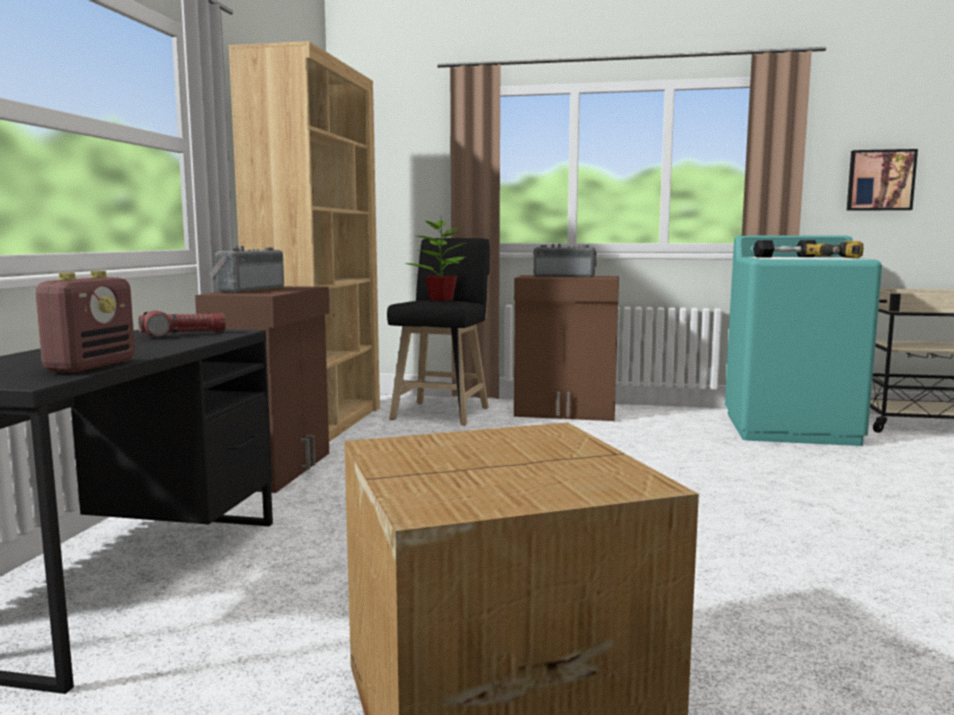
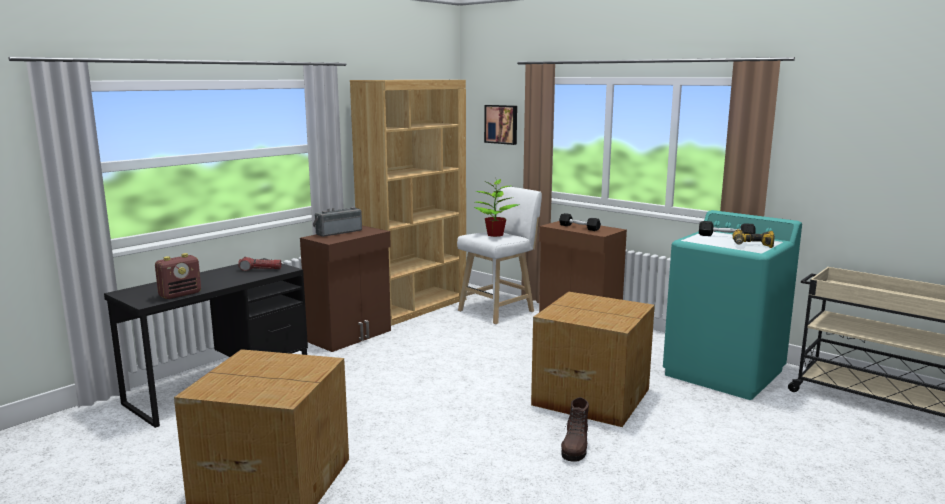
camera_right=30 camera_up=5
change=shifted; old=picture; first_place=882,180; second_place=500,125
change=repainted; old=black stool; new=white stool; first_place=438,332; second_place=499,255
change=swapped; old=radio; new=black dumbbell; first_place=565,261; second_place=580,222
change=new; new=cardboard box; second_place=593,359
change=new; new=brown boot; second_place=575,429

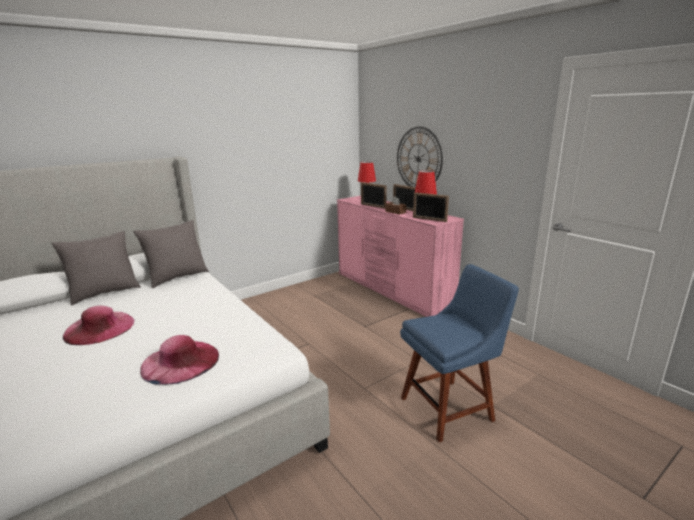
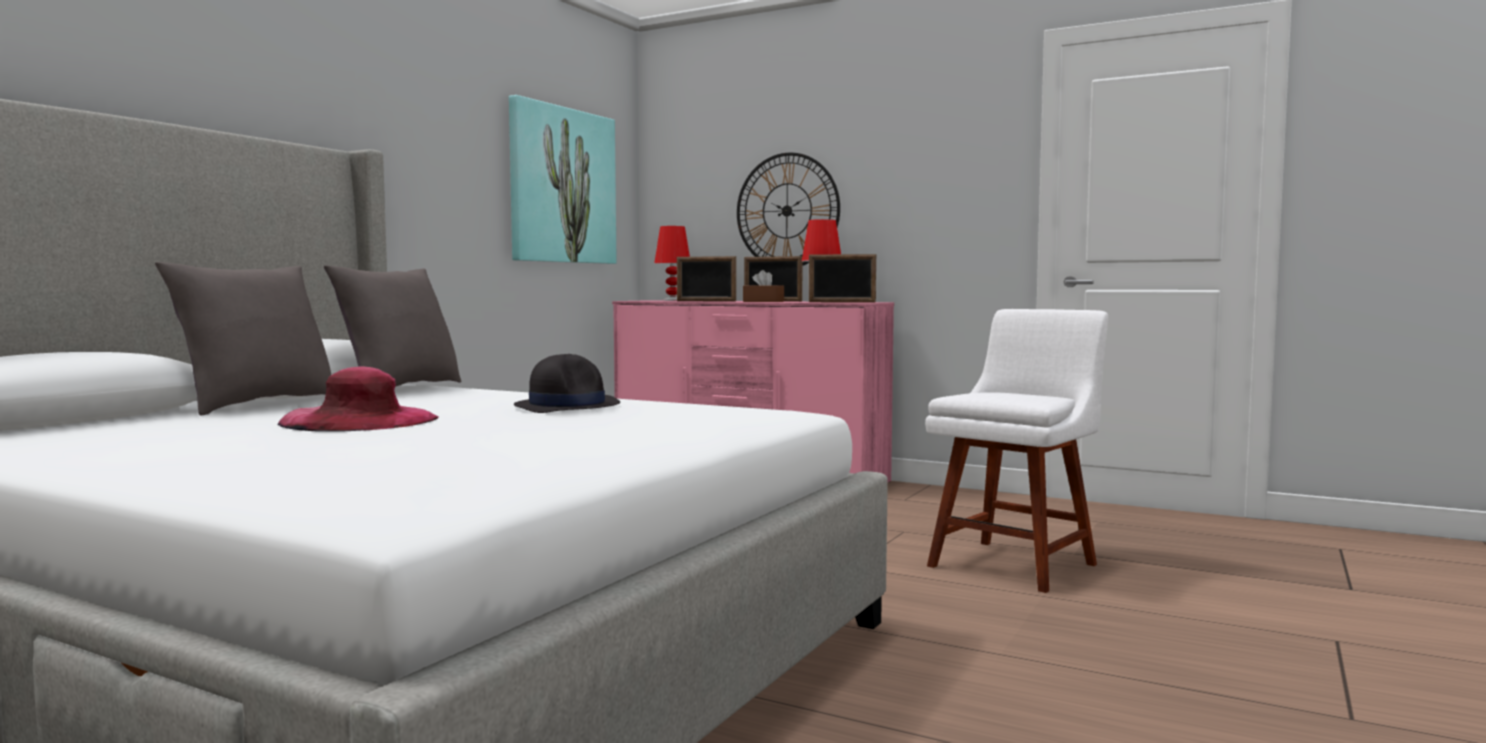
camera_right=-25 camera_up=-15
change=repainted; old=blue chair; new=white chair; first_place=459,353; second_place=1016,451
change=gone; old=pink hat; first_place=179,360
change=new; new=picture; second_place=563,179
change=new; new=black hat; second_place=567,383

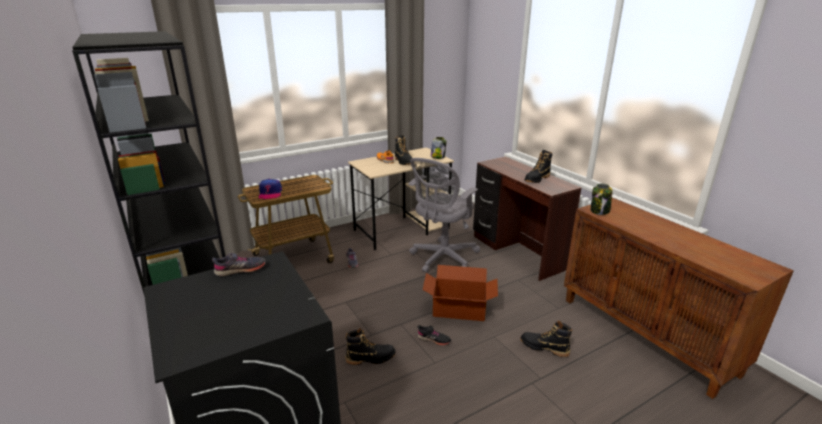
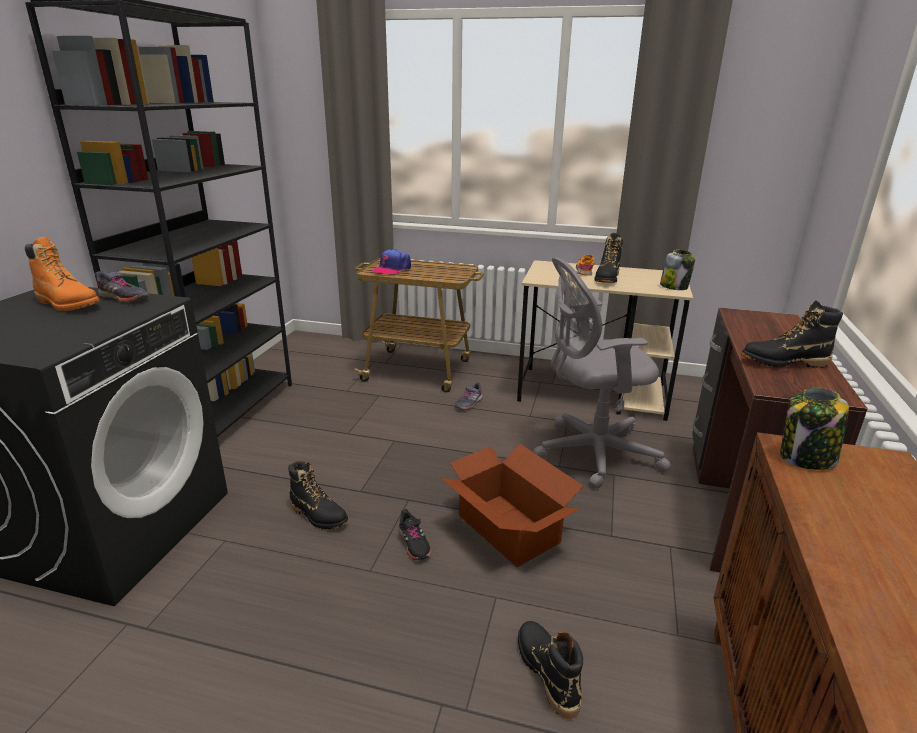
camera_right=45 camera_up=0
change=new; new=orange boot; second_place=62,274

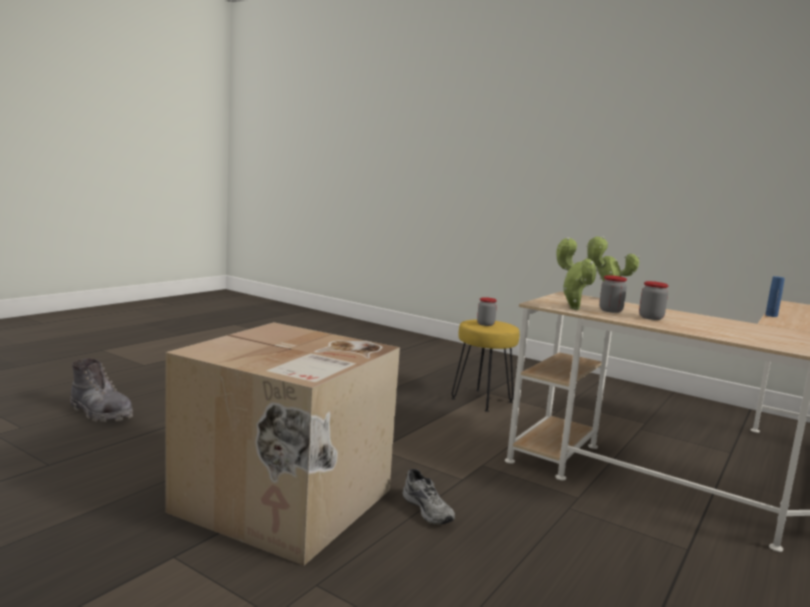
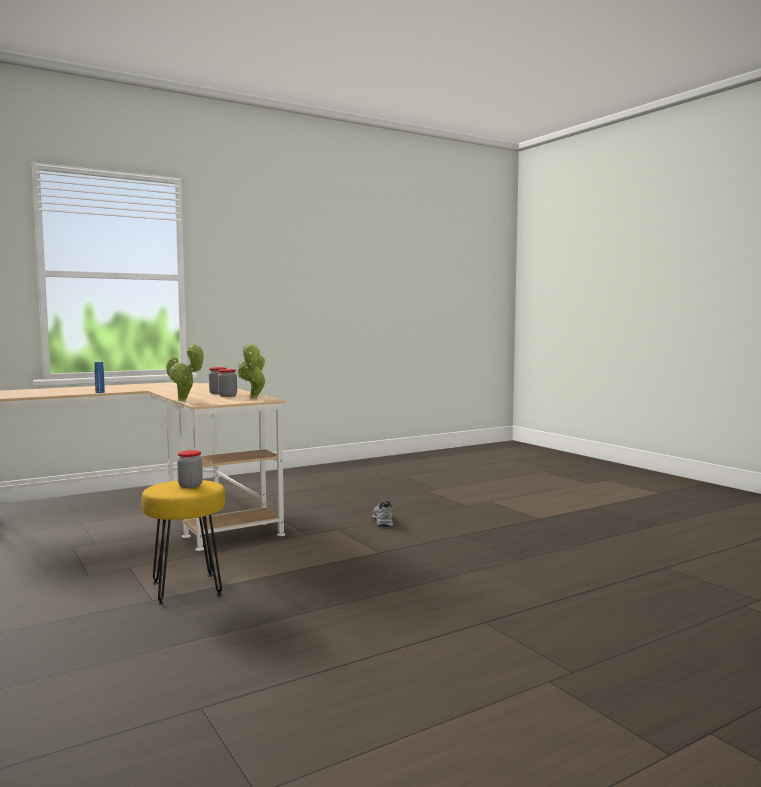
camera_right=-155 camera_up=-5
change=gone; old=cardboard box; first_place=282,444
change=gone; old=grey boot; first_place=101,390

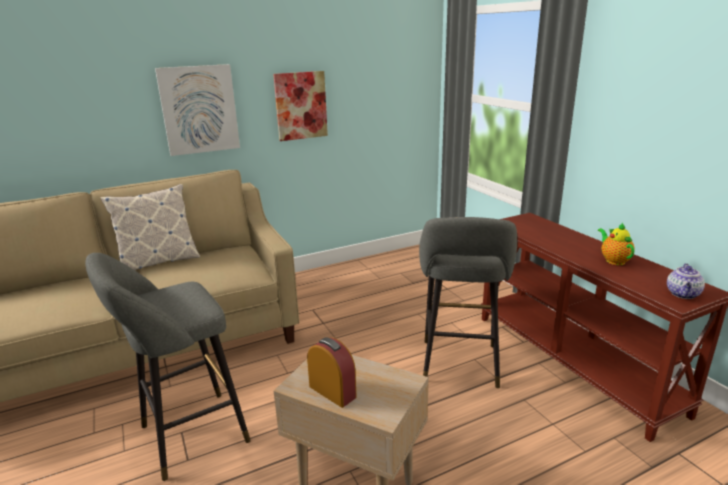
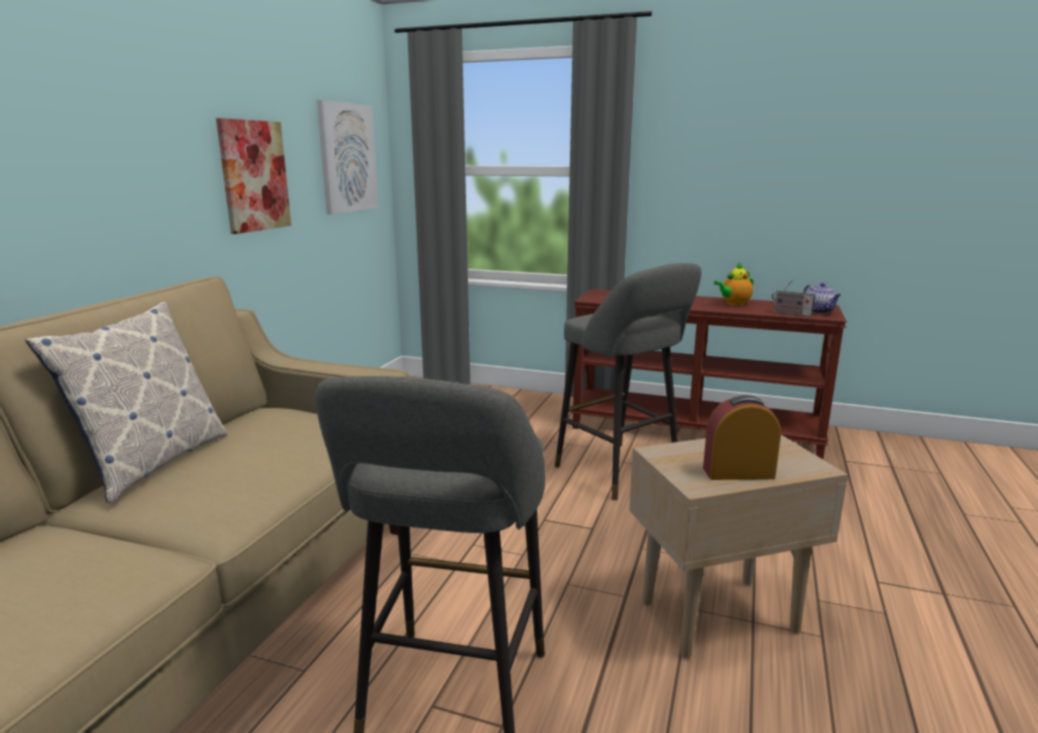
camera_right=-45 camera_up=-5
change=shifted; old=picture; first_place=197,110; second_place=347,157
change=rotated; old=teapot; first_place=616,244; second_place=734,284; degrees=-60
change=new; new=radio; second_place=793,299

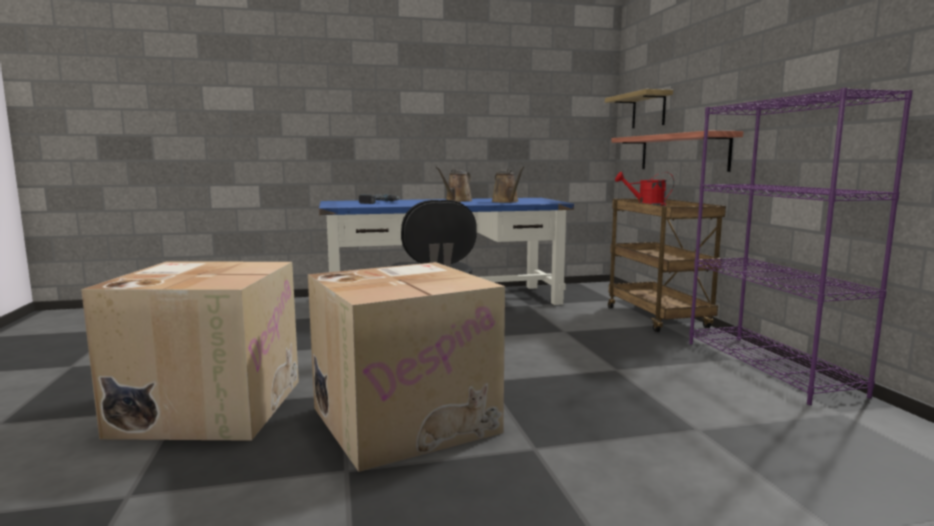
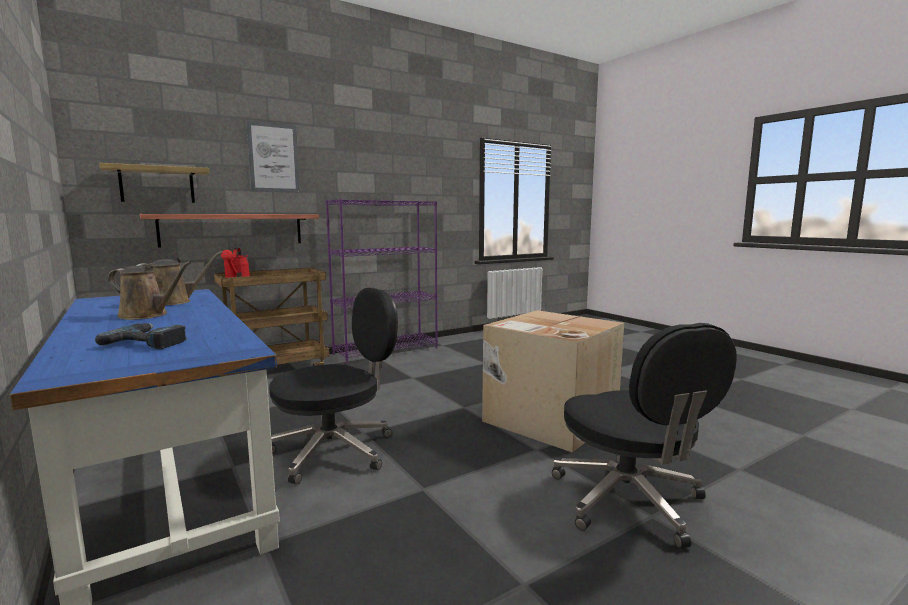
camera_right=-110 camera_up=0
change=swapped; old=cardboard box; new=black office chair; first_place=190,351; second_place=644,435
change=new; new=picture; second_place=273,157

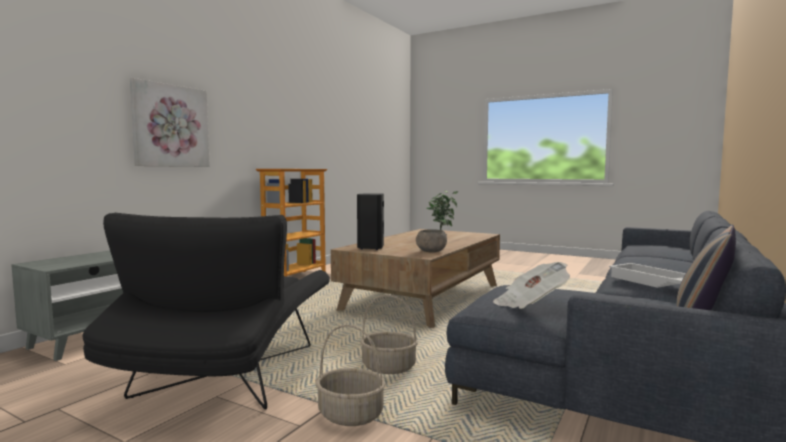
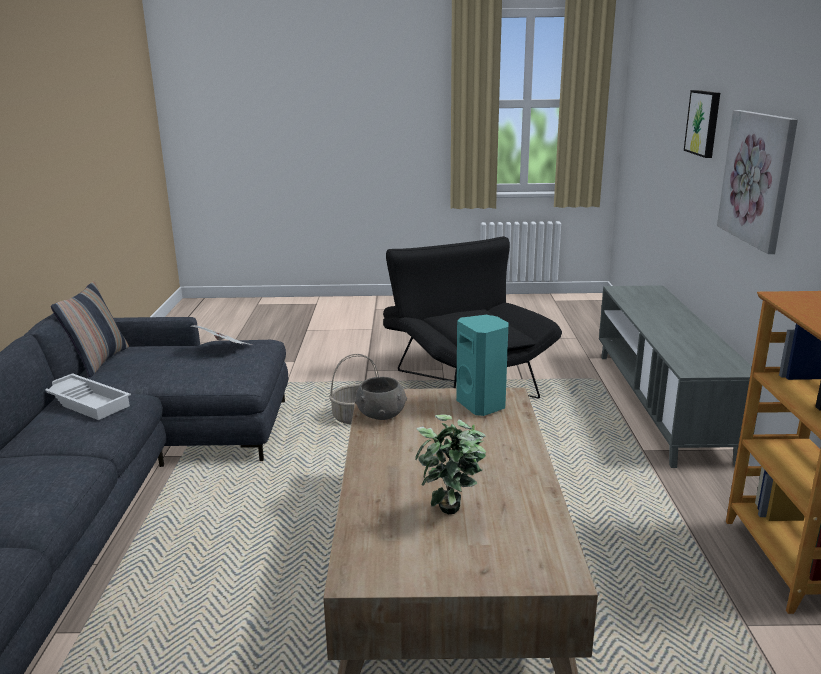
camera_right=150 camera_up=15
change=repainted; old=black speaker; new=turquoise speaker; first_place=370,222; second_place=482,365
change=gone; old=basket; first_place=350,375
change=new; new=picture; second_place=702,124

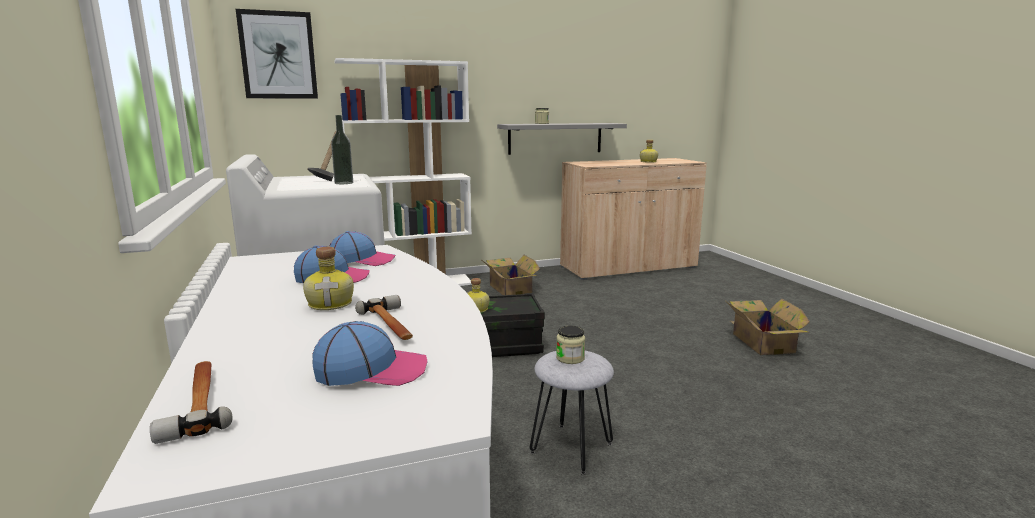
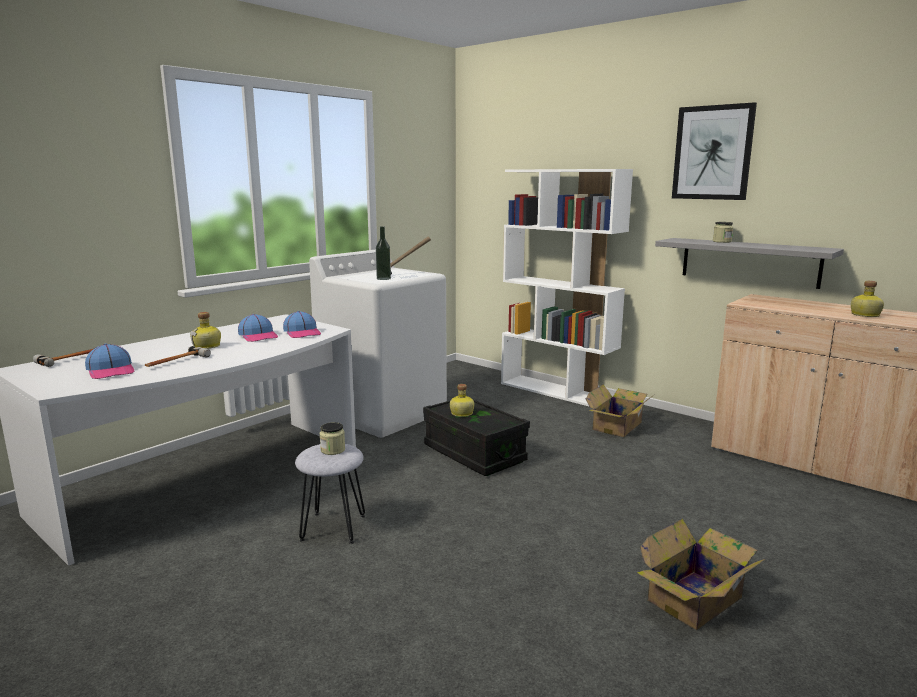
camera_right=60 camera_up=0
change=shifted; old=picture; first_place=277,54; second_place=714,151

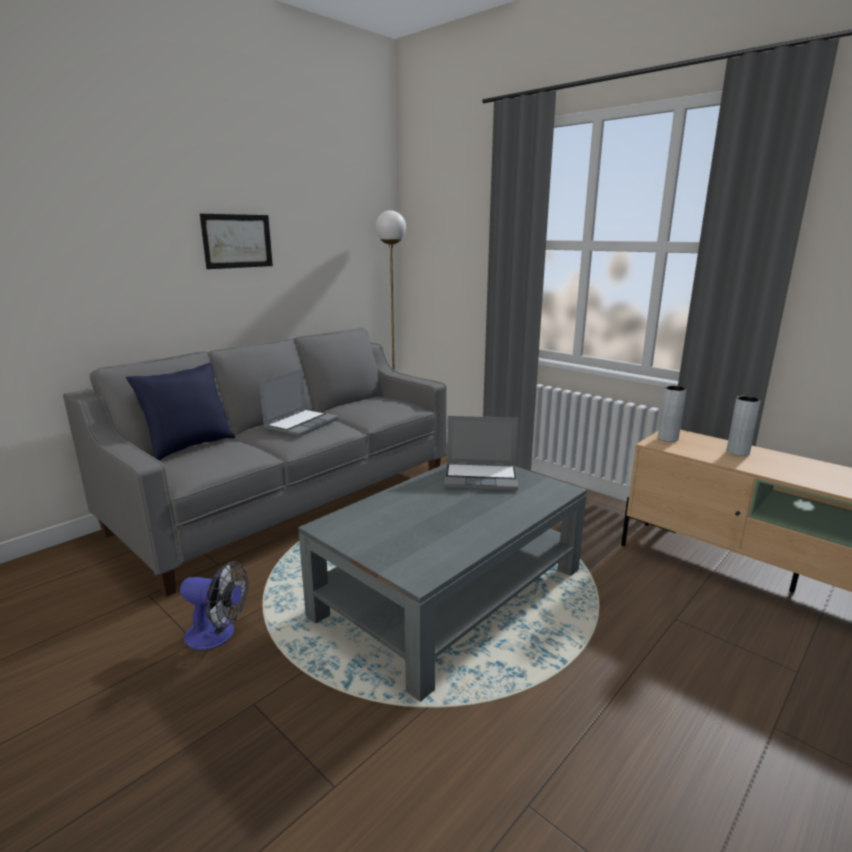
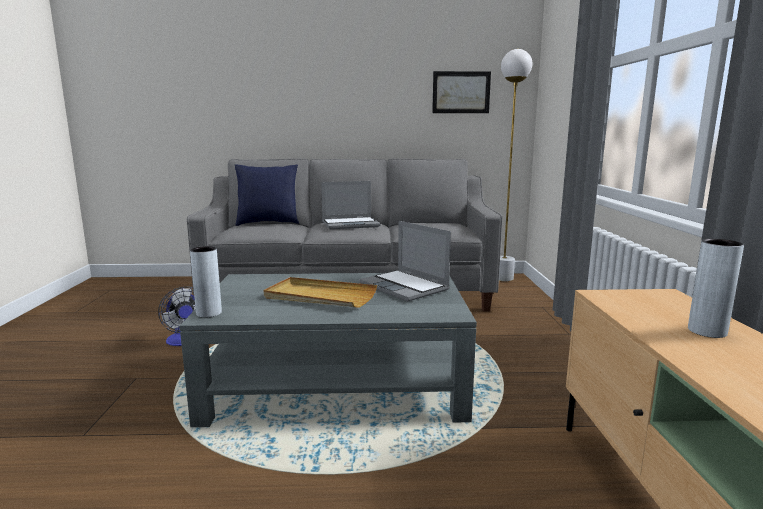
camera_right=45 camera_up=-5
change=shifted; old=picture; first_place=236,241; second_place=461,92
change=shifted; old=grey vase; first_place=672,413; second_place=206,282
change=new; new=beige tray; second_place=320,292

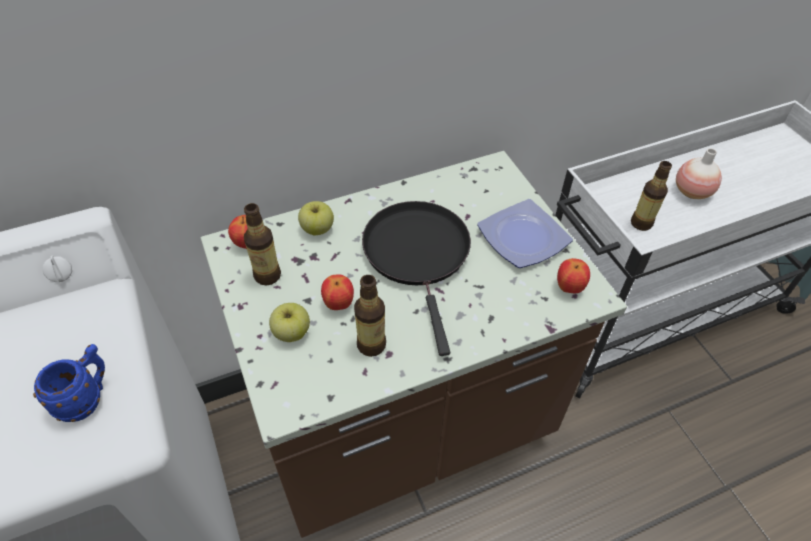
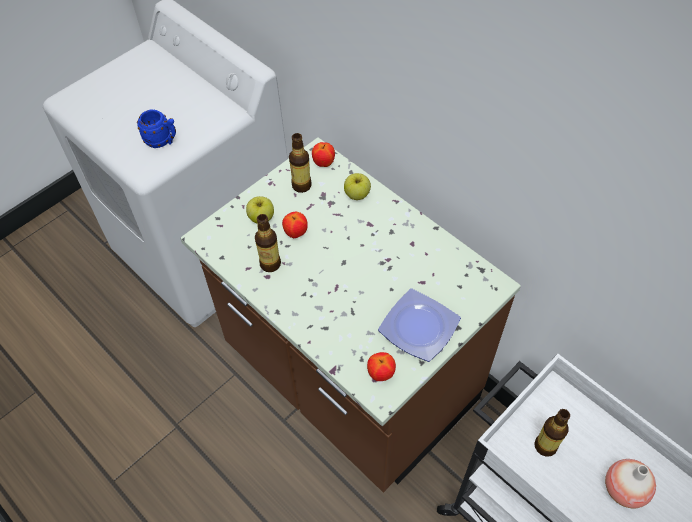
camera_right=70 camera_up=5
change=gone; old=black frying pan; first_place=416,278

